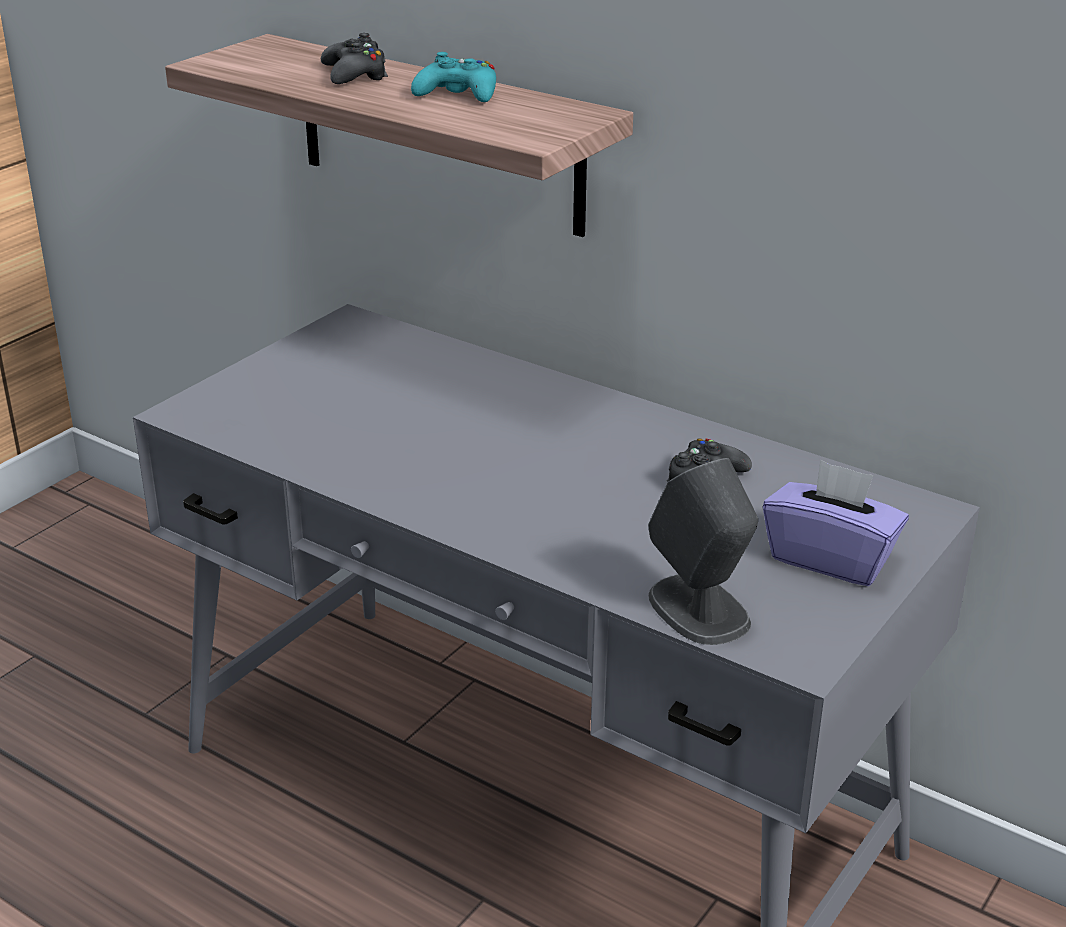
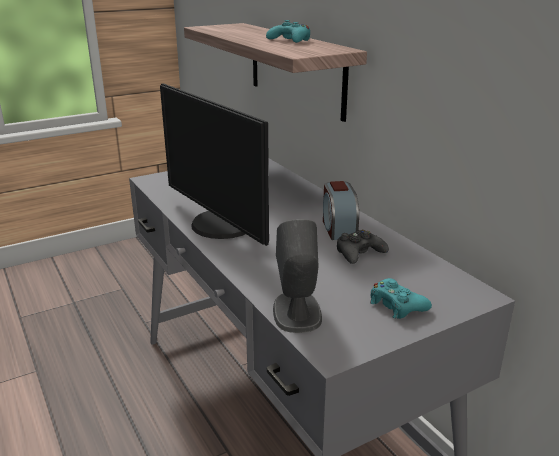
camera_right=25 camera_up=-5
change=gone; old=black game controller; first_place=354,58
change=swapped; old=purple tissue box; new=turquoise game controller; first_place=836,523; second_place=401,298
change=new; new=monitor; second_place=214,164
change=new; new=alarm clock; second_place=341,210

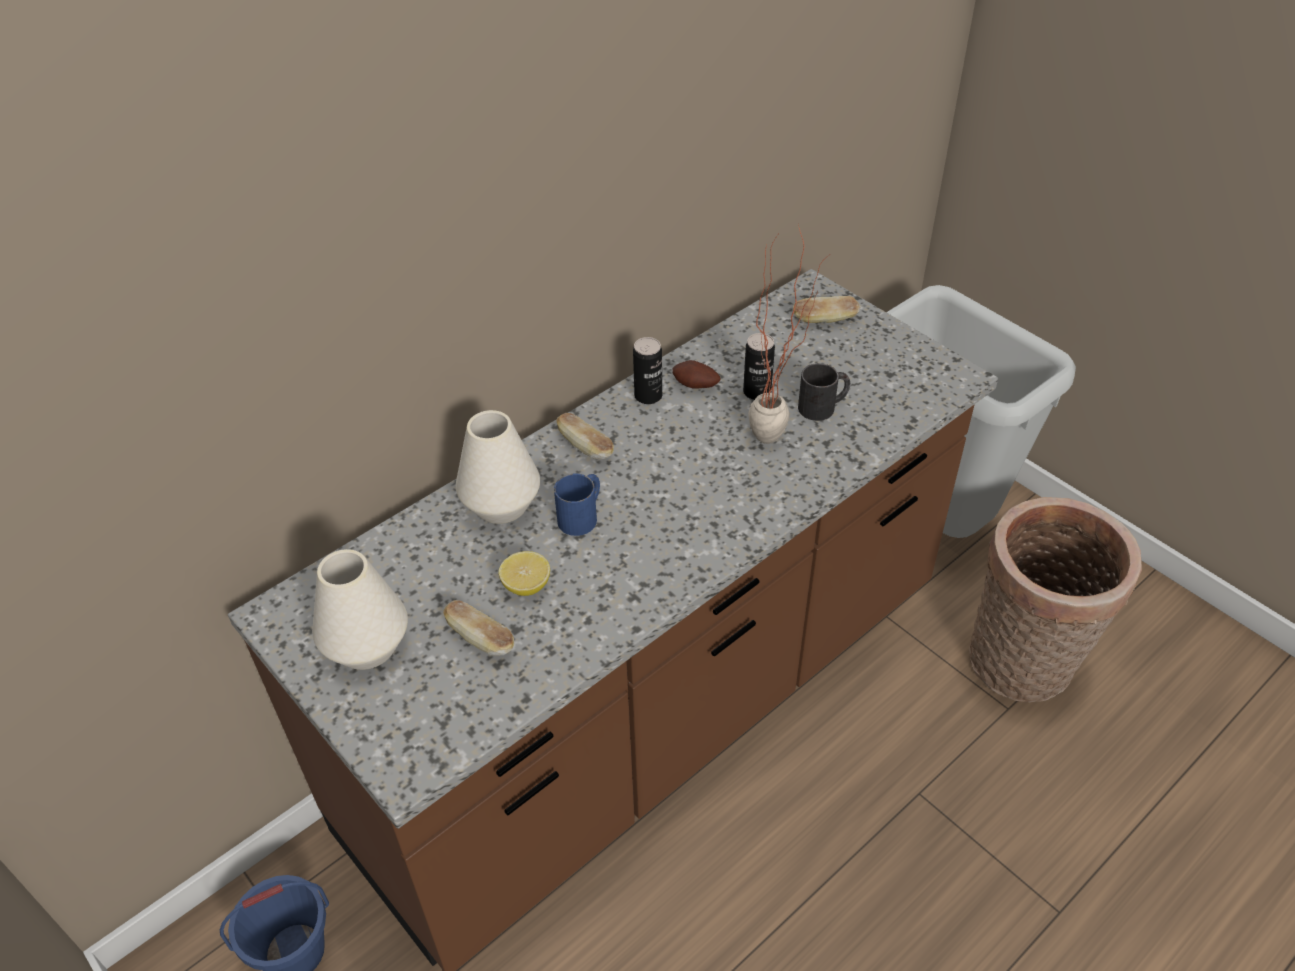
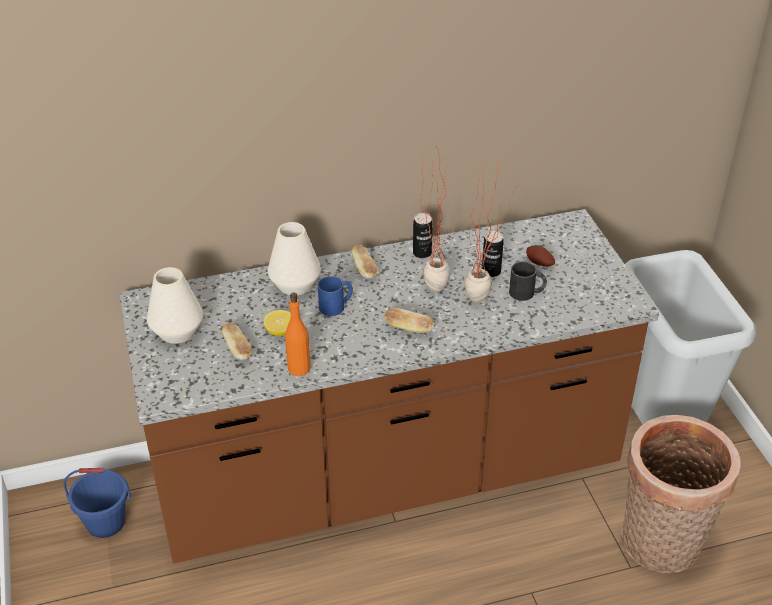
camera_right=25 camera_up=-5
change=shifted; old=bread; first_place=827,309; second_place=409,320
change=shifted; old=potato; first_place=696,374; second_place=540,256
change=new; new=potted plant; second_place=436,220
change=new; new=orange bottle; second_place=298,334

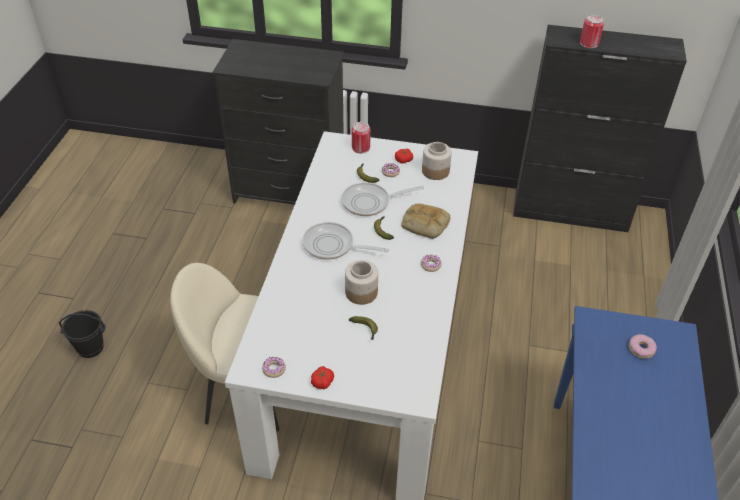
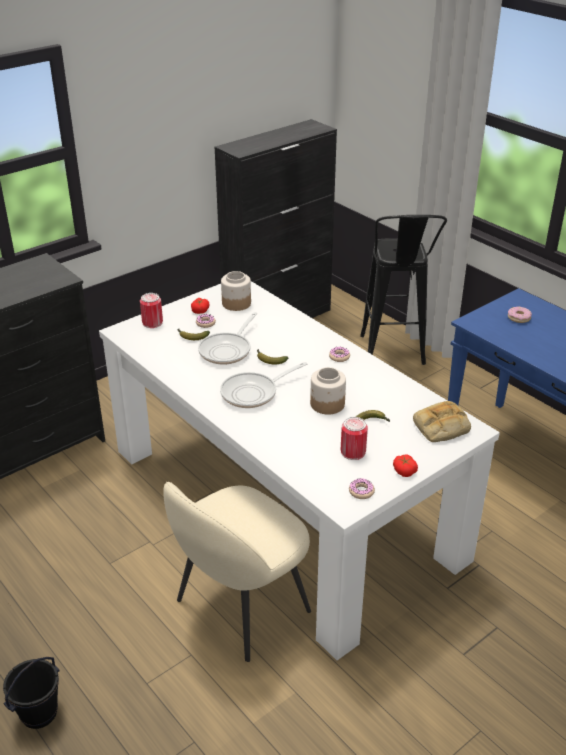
camera_right=-50 camera_up=-10
change=shifted; old=can; first_place=592,31; second_place=354,438
change=shifted; old=bread; first_place=426,221; second_place=442,421
change=new; new=black stool; second_place=403,290

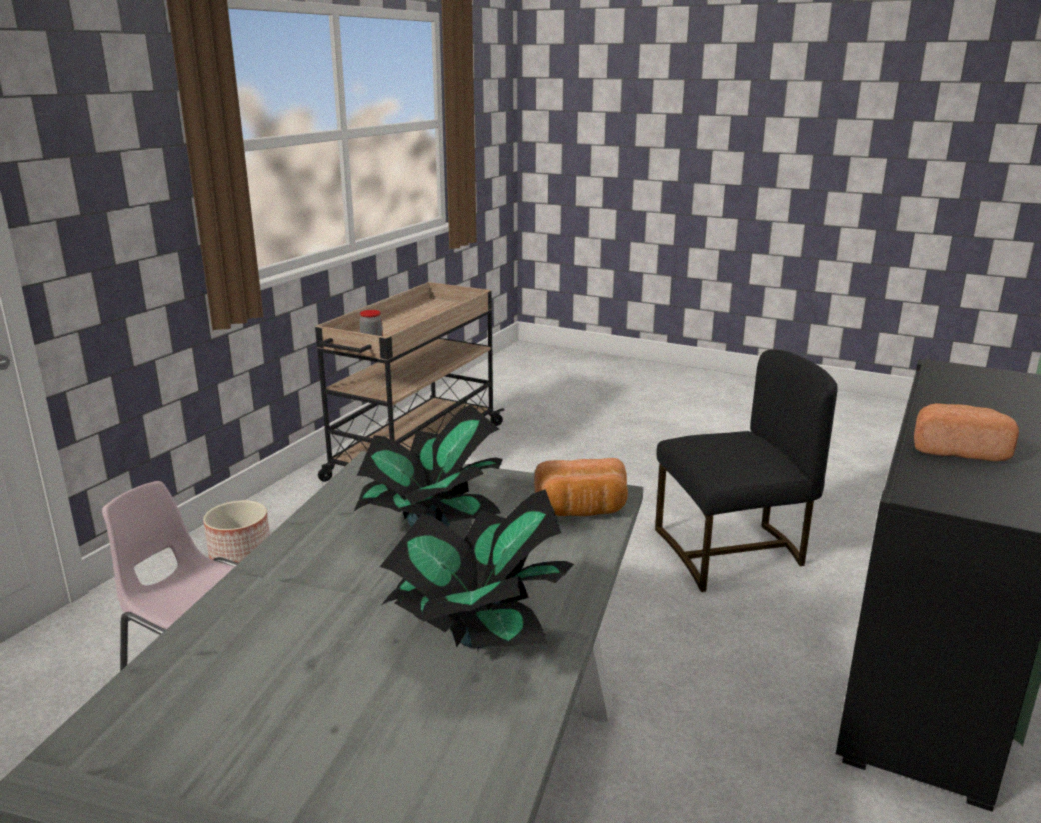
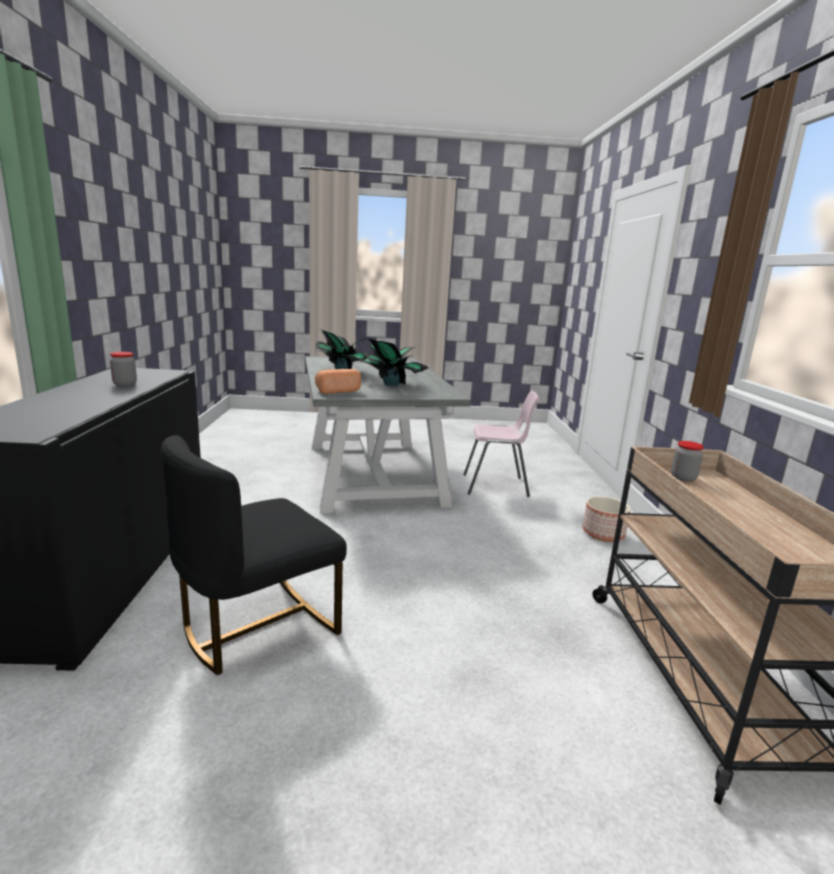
camera_right=150 camera_up=-5
change=swapped; old=bread; new=jar; first_place=966,432; second_place=123,369

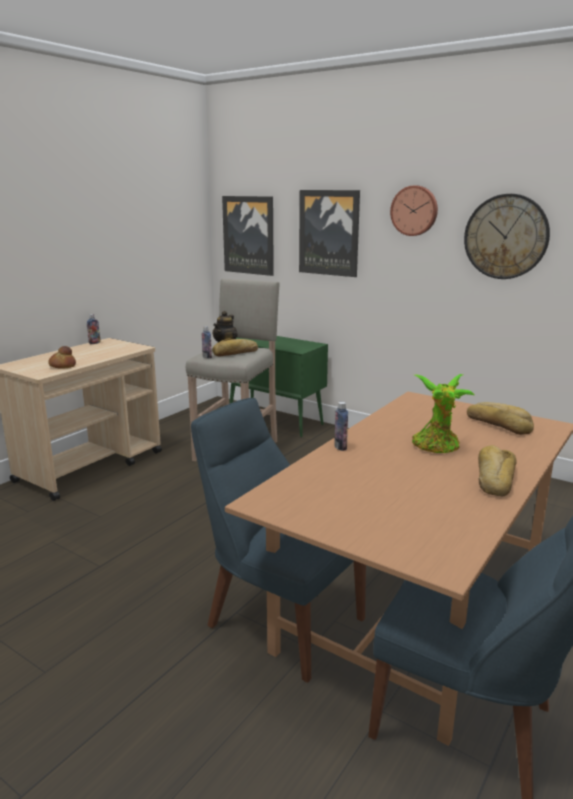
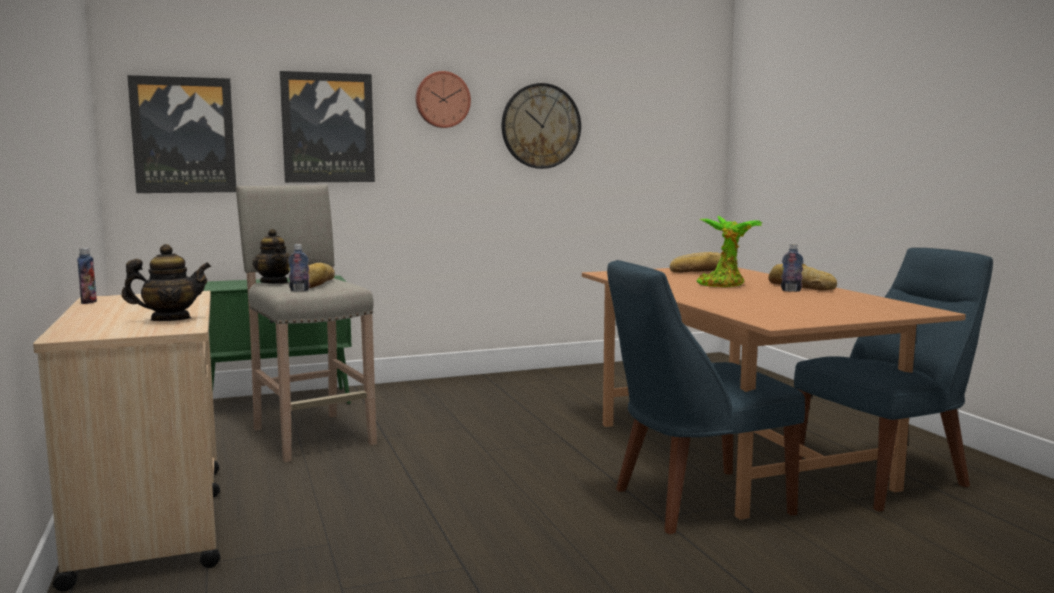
camera_right=-55 camera_up=-10
change=swapped; old=bread; new=teapot; first_place=62,357; second_place=166,282
change=shifted; old=bottle; first_place=341,426; second_place=792,268

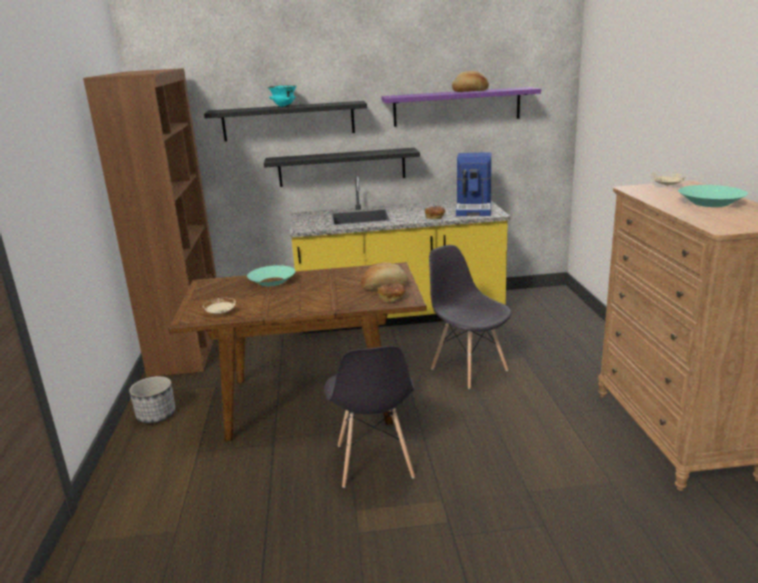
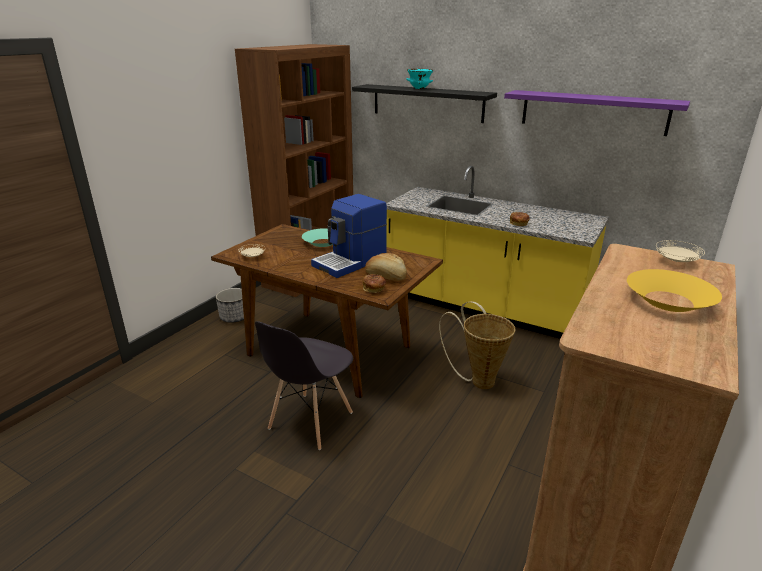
camera_right=35 camera_up=5
change=gone; old=bread; first_place=470,81
change=gone; old=black shelf; first_place=342,167
change=shifted; old=coffee machine; first_place=473,184; second_place=349,236
change=repainted; old=turquoise bowl; new=yellow bowl; first_place=713,196; second_place=674,290
change=swapped; old=grey chair; new=basket; first_place=470,317; second_place=477,345

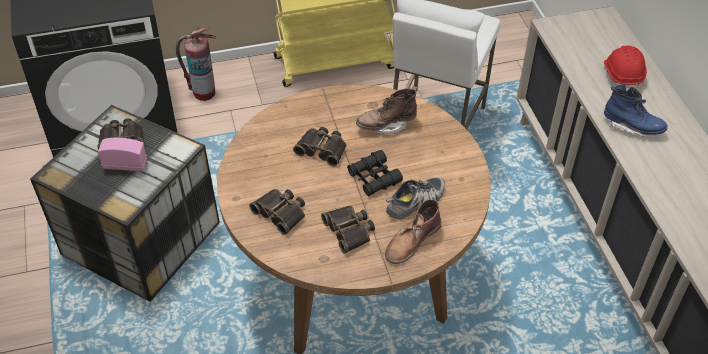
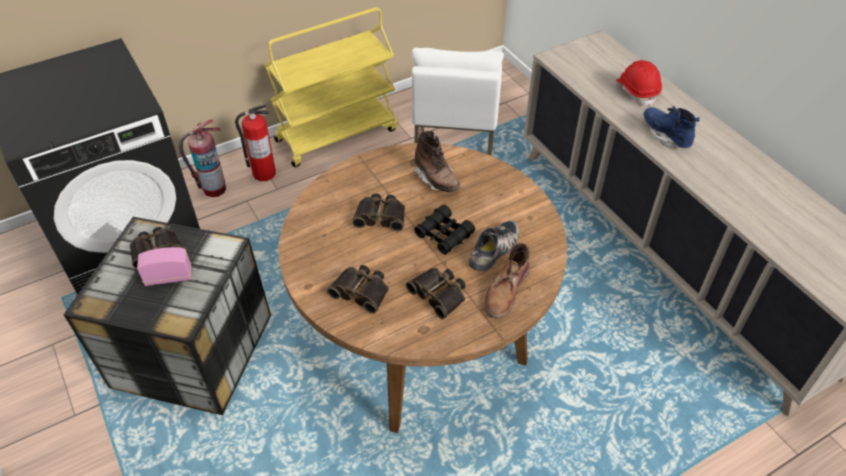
camera_right=-15 camera_up=0
change=rotated; old=blue boot; first_place=636,110; second_place=671,127; degrees=-135
change=rotated; old=brown boot; first_place=387,110; second_place=437,160; degrees=-90
change=new; new=fire extinguisher; second_place=255,142

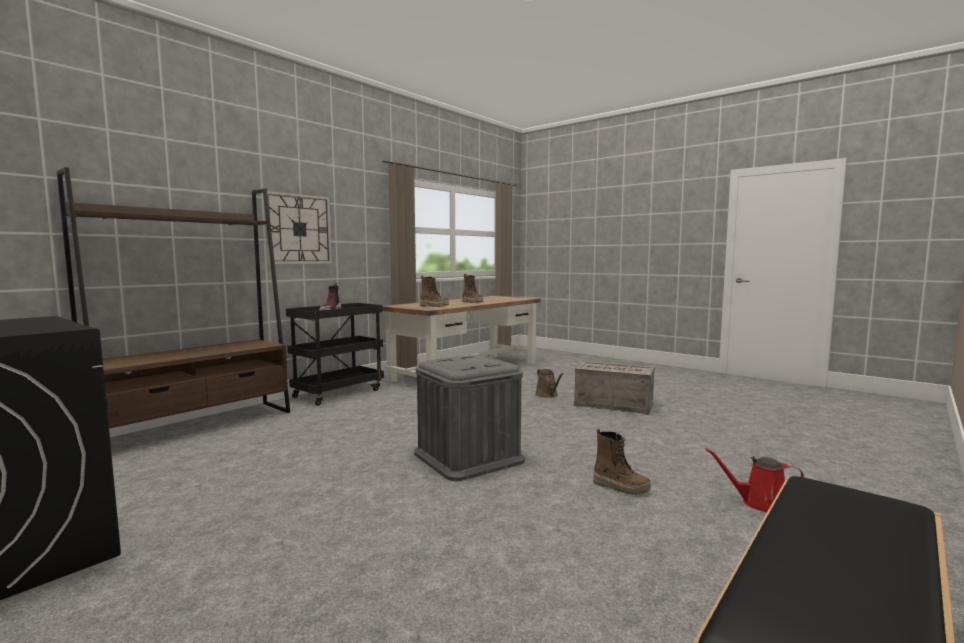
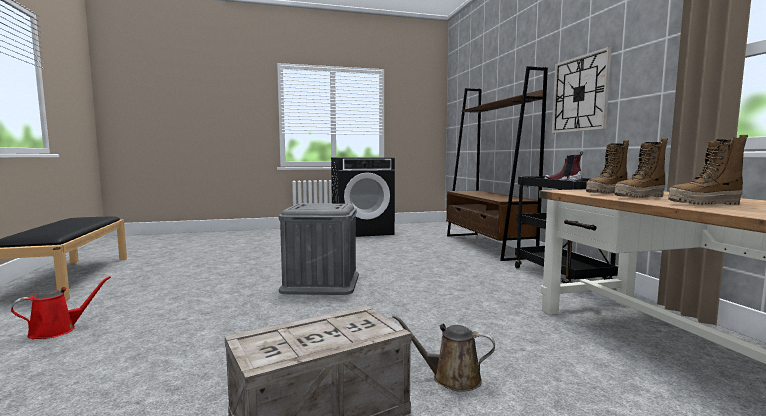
camera_right=125 camera_up=0
change=shifted; old=boot; first_place=622,462; second_place=641,168

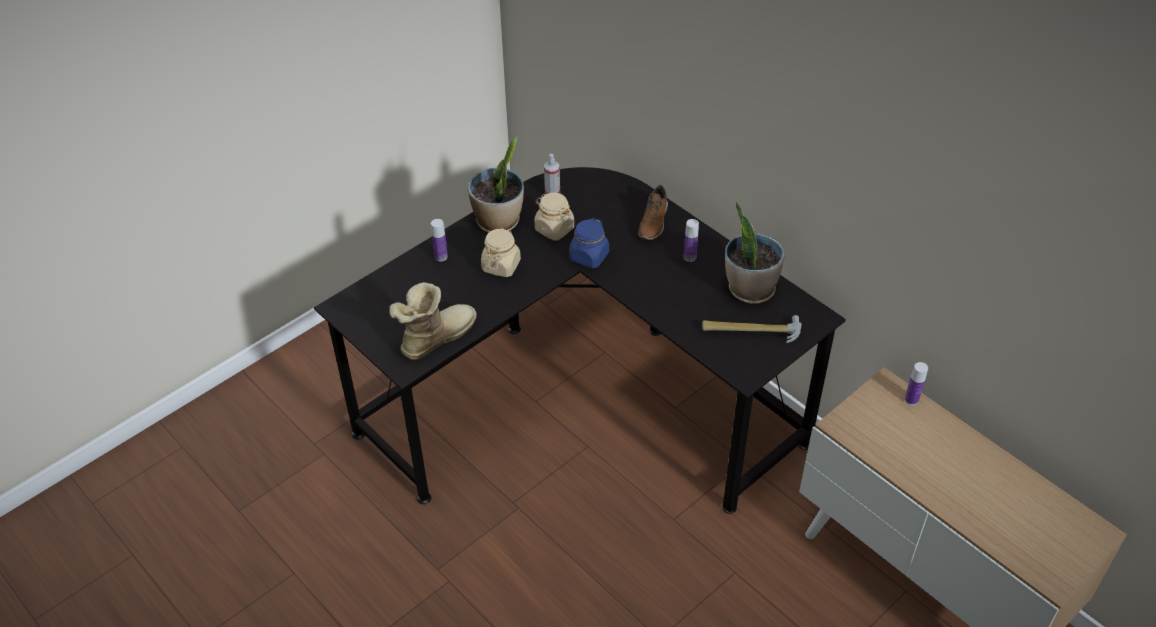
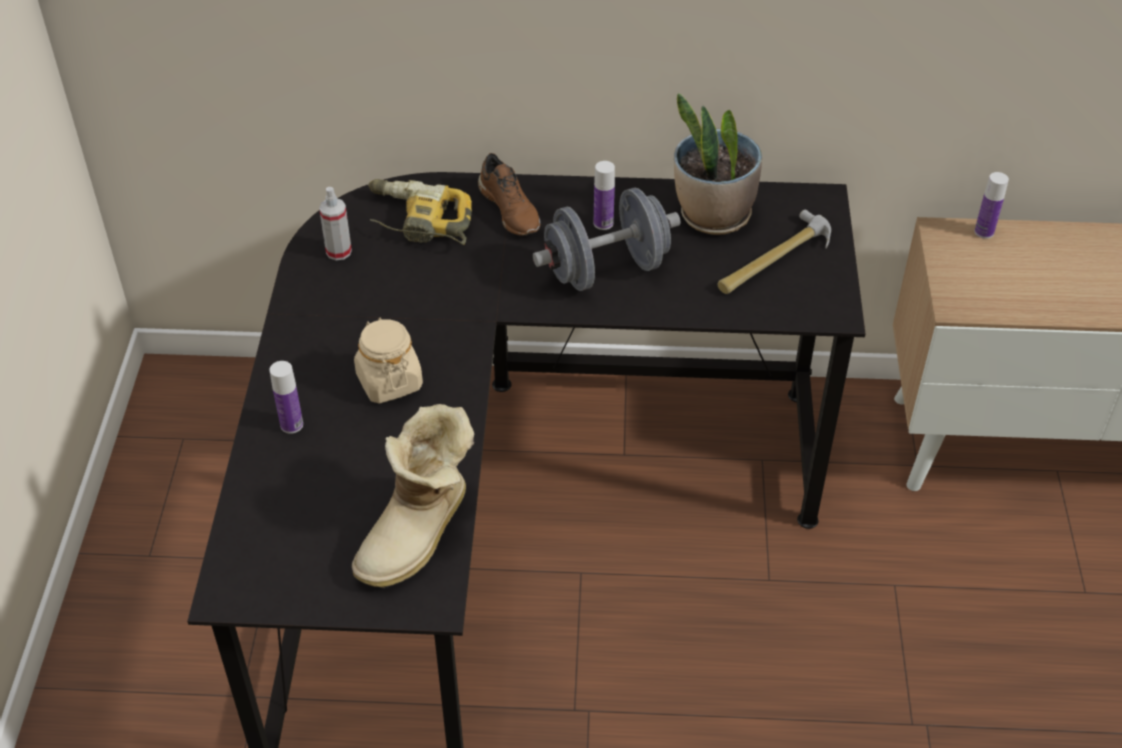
camera_right=-45 camera_up=0
change=gone; old=potted plant; first_place=496,185
change=gone; old=beige jar; first_place=554,217
change=gone; old=blue jar; first_place=589,243
change=rotated; old=boot; first_place=433,321; second_place=413,496; degrees=-150
change=new; new=power drill; second_place=420,212
change=new; new=grey dumbbell; second_place=606,239

